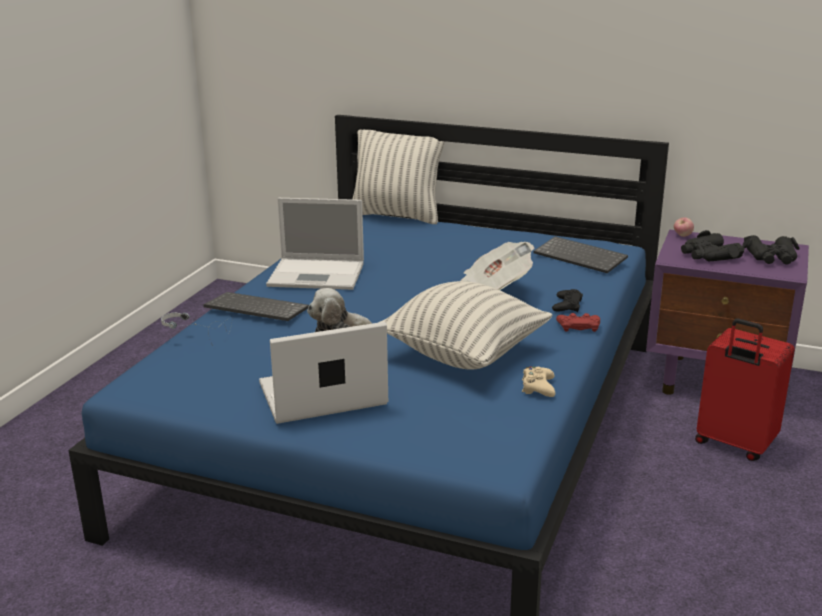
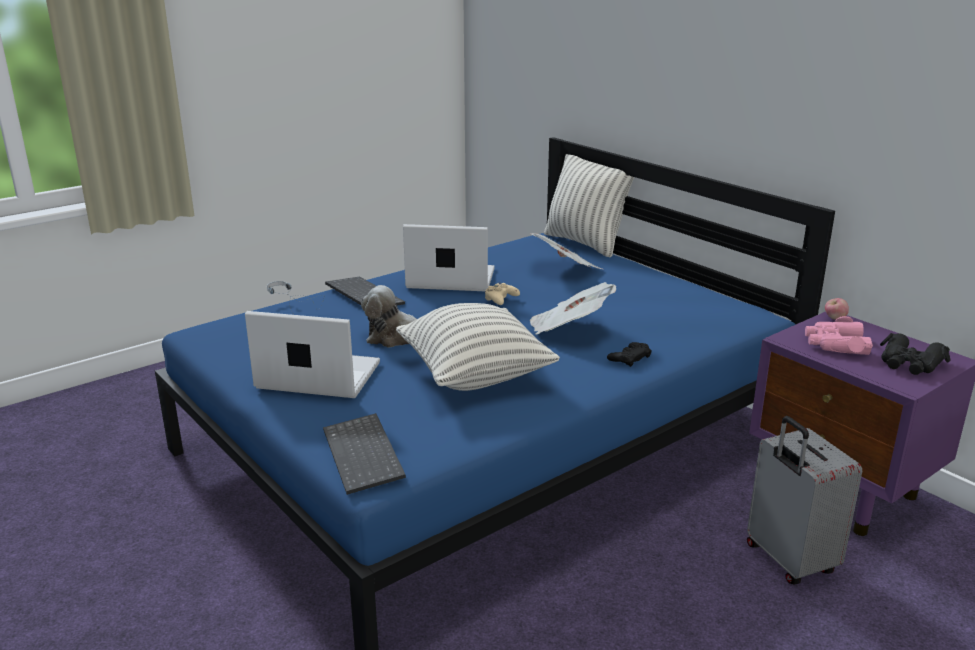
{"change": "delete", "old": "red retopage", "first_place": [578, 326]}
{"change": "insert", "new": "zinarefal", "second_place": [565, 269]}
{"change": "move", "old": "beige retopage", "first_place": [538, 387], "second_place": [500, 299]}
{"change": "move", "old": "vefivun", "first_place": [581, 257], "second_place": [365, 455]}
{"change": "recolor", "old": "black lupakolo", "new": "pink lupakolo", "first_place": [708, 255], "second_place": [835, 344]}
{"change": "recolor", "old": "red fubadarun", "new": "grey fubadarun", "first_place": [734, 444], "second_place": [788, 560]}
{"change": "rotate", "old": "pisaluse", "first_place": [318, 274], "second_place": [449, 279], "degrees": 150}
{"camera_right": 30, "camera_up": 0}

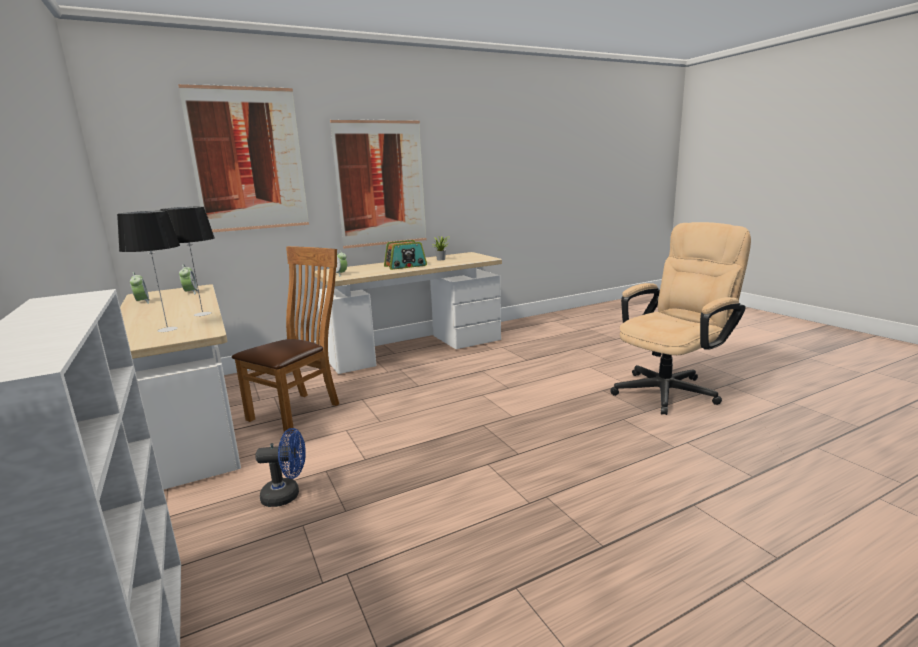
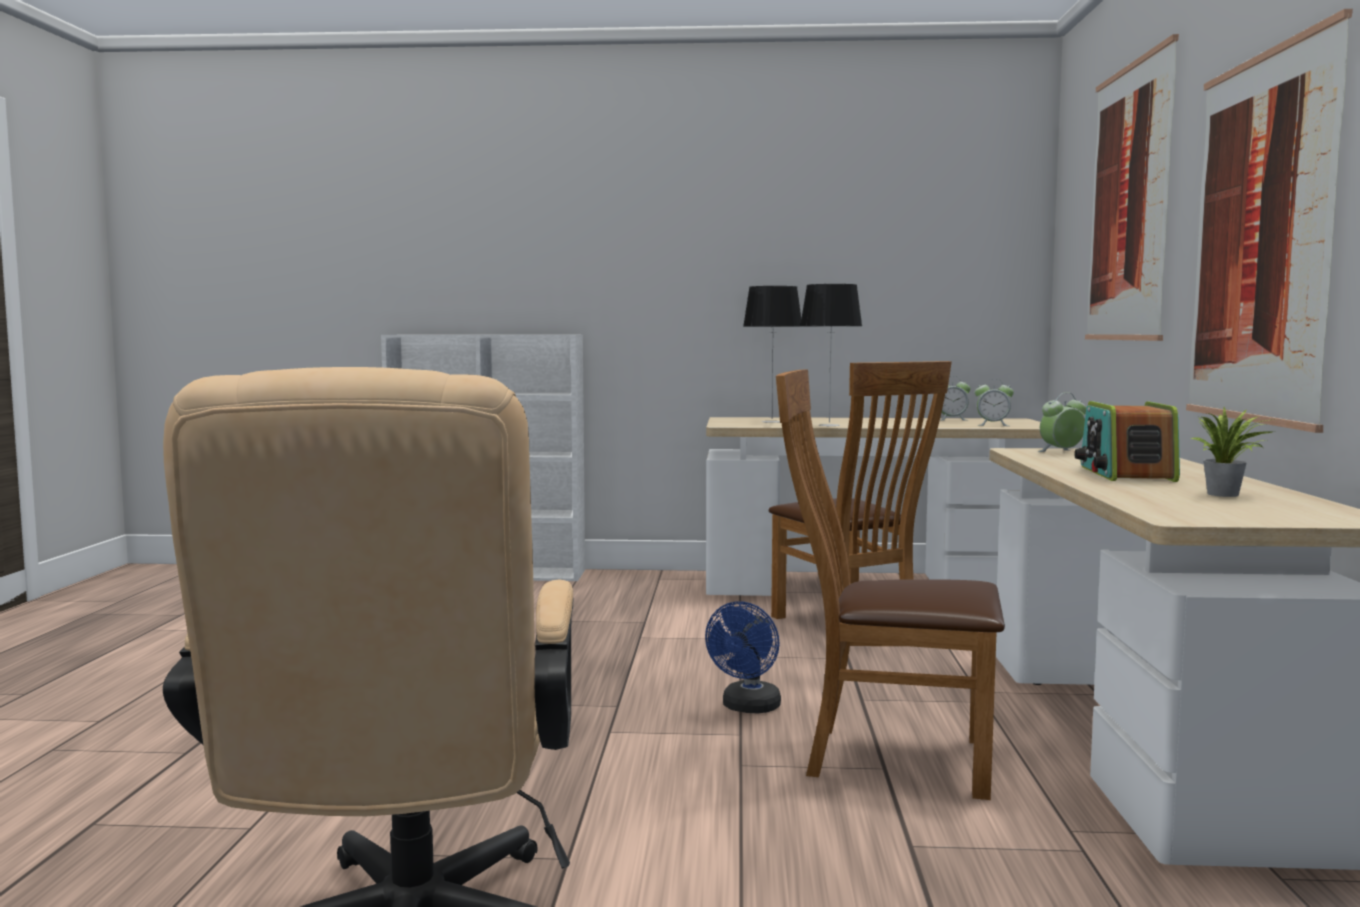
{"change": "insert", "new": "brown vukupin", "second_place": [885, 757]}
{"change": "move", "old": "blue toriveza", "first_place": [287, 495], "second_place": [748, 708]}
{"camera_right": 120, "camera_up": -10}

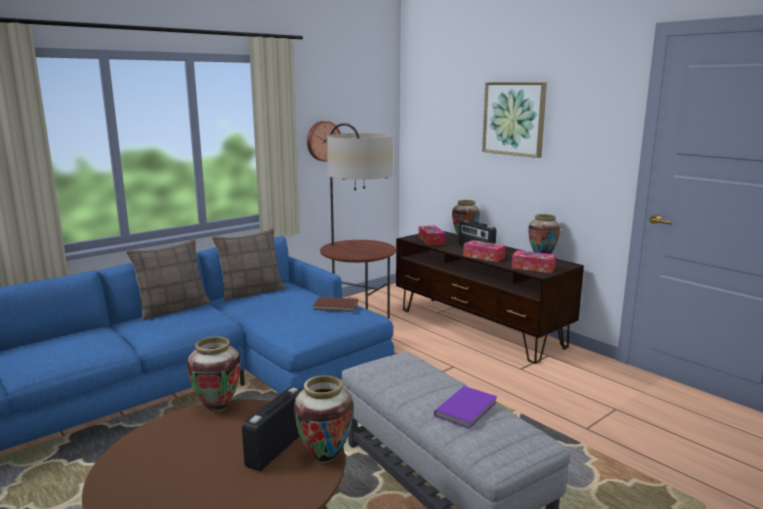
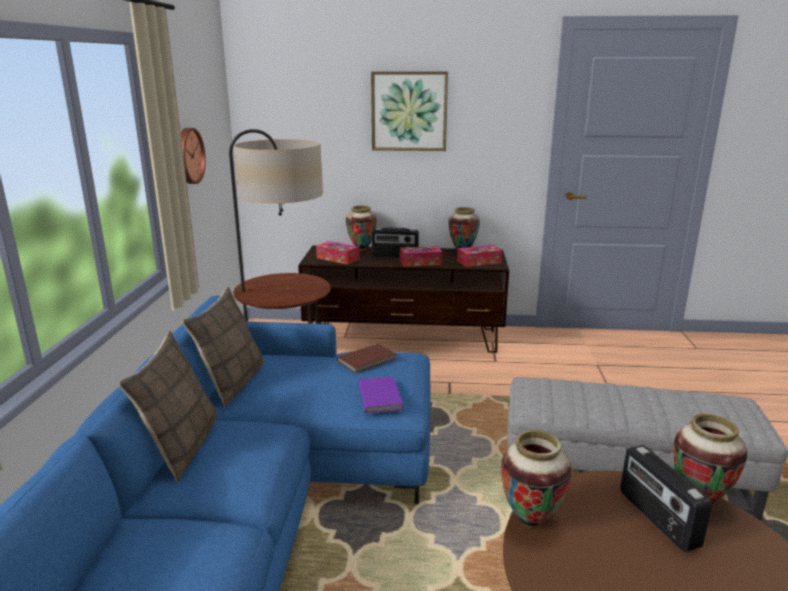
{"change": "move", "old": "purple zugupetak", "first_place": [467, 409], "second_place": [381, 396]}
{"camera_right": -45, "camera_up": 5}

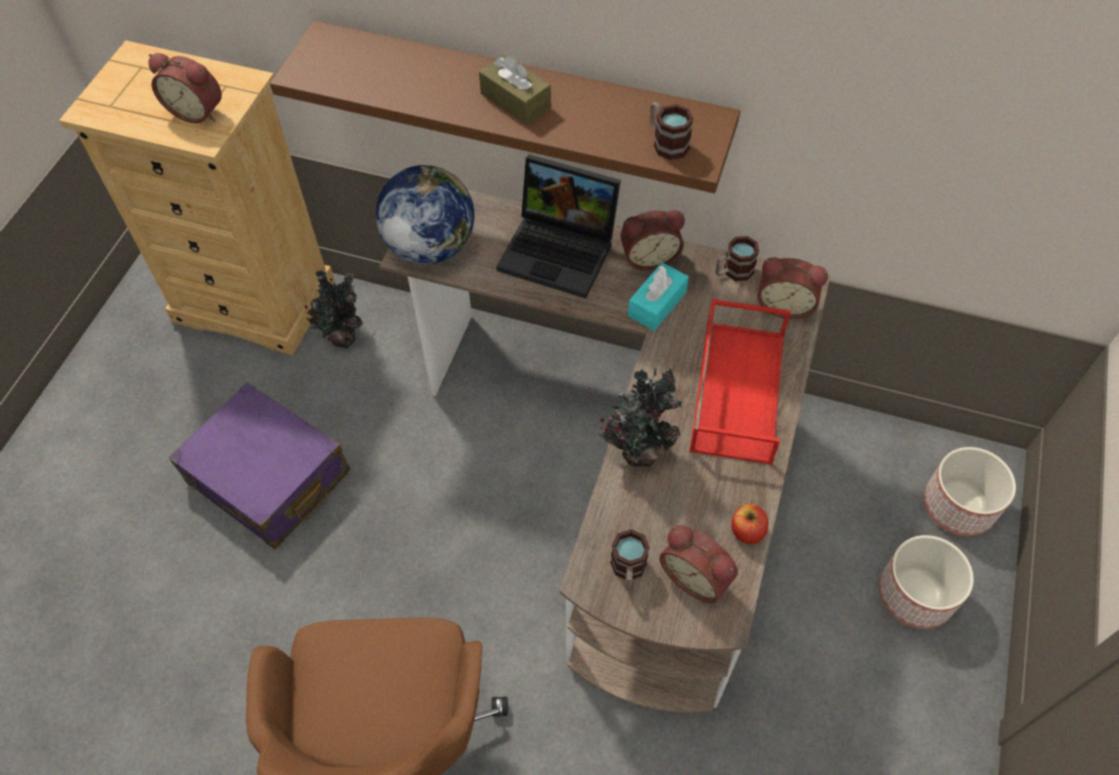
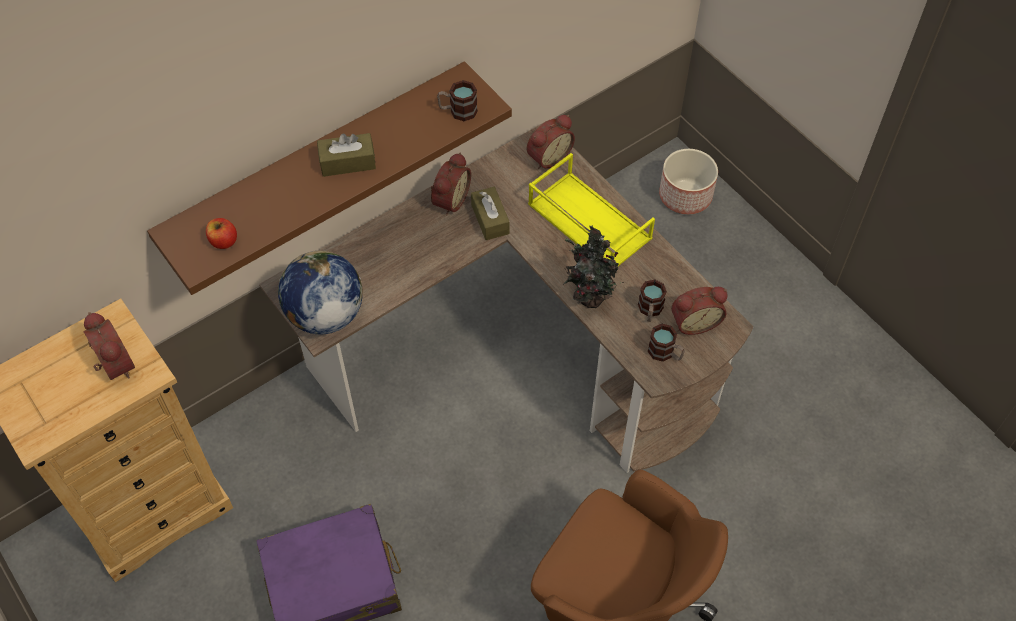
{"change": "delete", "old": "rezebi", "first_place": [343, 336]}
{"change": "delete", "old": "pisaluse", "first_place": [561, 250]}
{"change": "delete", "old": "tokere", "first_place": [916, 595]}
{"change": "move", "old": "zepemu", "first_place": [733, 272], "second_place": [650, 311]}
{"change": "move", "old": "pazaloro", "first_place": [747, 531], "second_place": [223, 241]}
{"change": "recolor", "old": "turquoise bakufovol", "new": "brown bakufovol", "first_place": [657, 304], "second_place": [490, 219]}
{"change": "recolor", "old": "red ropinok", "new": "yellow ropinok", "first_place": [736, 389], "second_place": [587, 221]}
{"change": "rotate", "old": "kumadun", "first_place": [198, 110], "second_place": [113, 365], "degrees": -90}
{"camera_right": -55, "camera_up": 0}

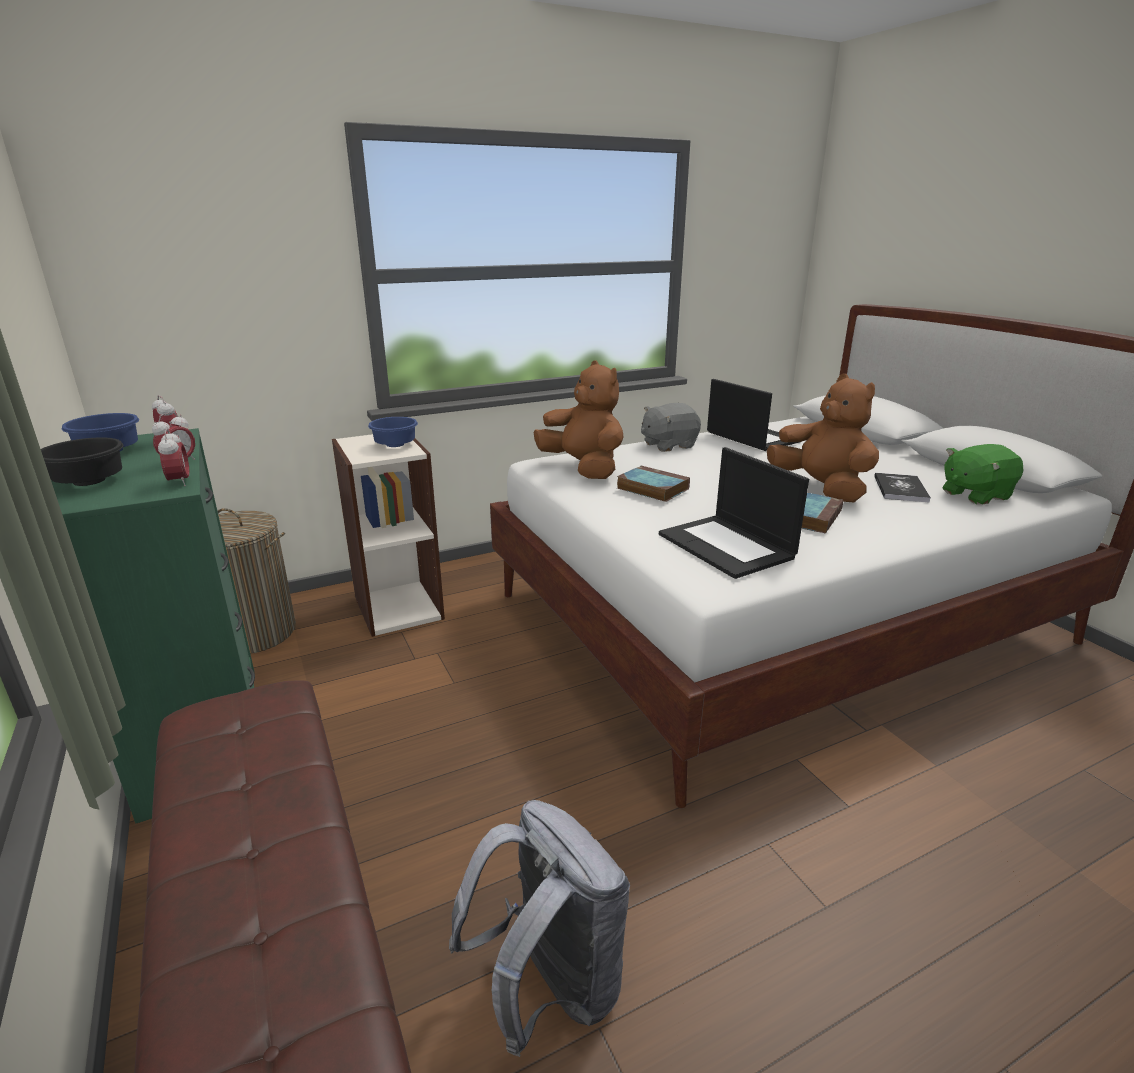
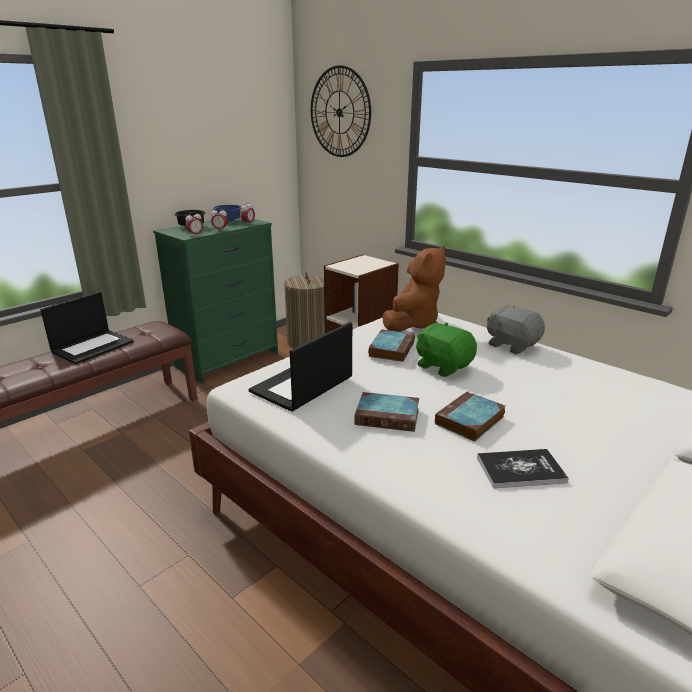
{"change": "delete", "old": "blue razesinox", "first_place": [397, 445]}
{"change": "delete", "old": "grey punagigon", "first_place": [549, 987]}
{"change": "insert", "new": "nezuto", "second_place": [339, 112]}
{"change": "move", "old": "pisaluse", "first_place": [751, 437], "second_place": [93, 346]}
{"change": "move", "old": "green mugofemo", "first_place": [975, 495], "second_place": [443, 366]}
{"change": "replace", "old": "brown mugofemo", "new": "zugupetak", "first_place": [821, 489], "second_place": [469, 421]}
{"camera_right": 70, "camera_up": 0}

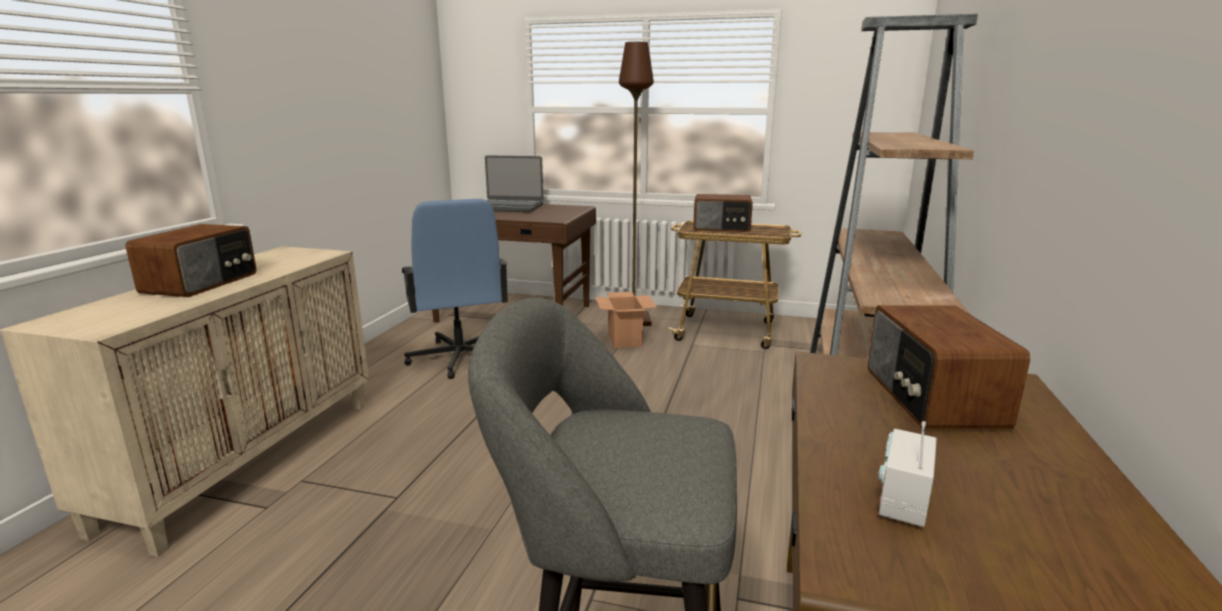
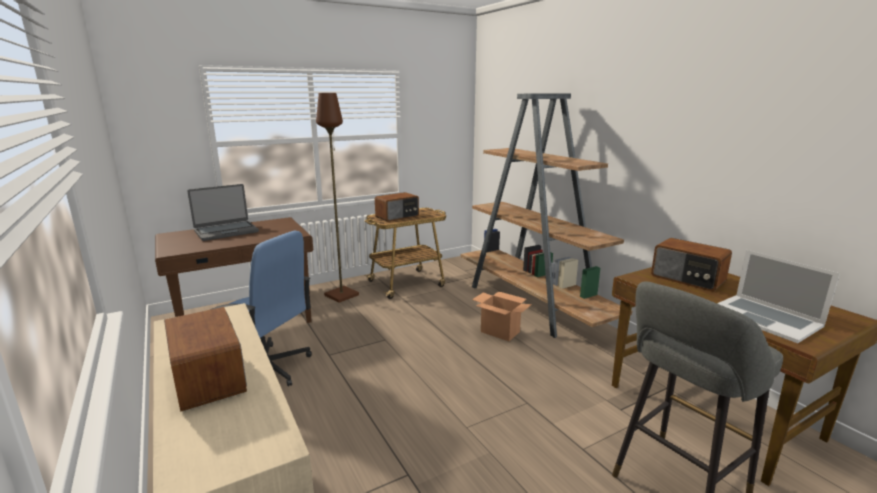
{"change": "move", "old": "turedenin", "first_place": [624, 340], "second_place": [499, 332]}
{"change": "replace", "old": "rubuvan", "new": "pisaluse", "first_place": [902, 502], "second_place": [764, 318]}
{"camera_right": -45, "camera_up": 0}

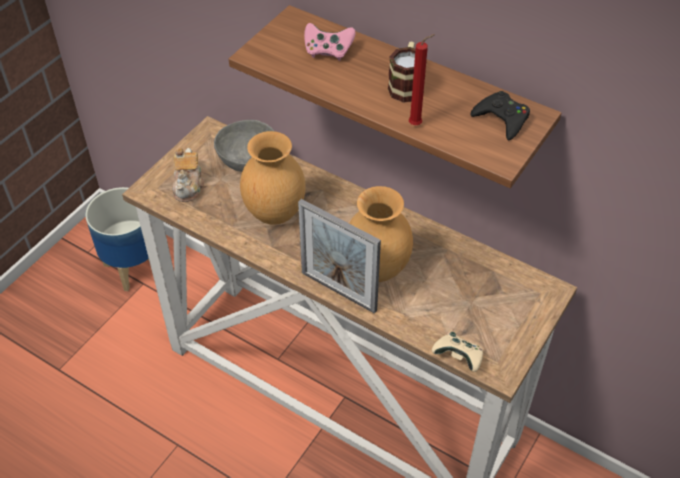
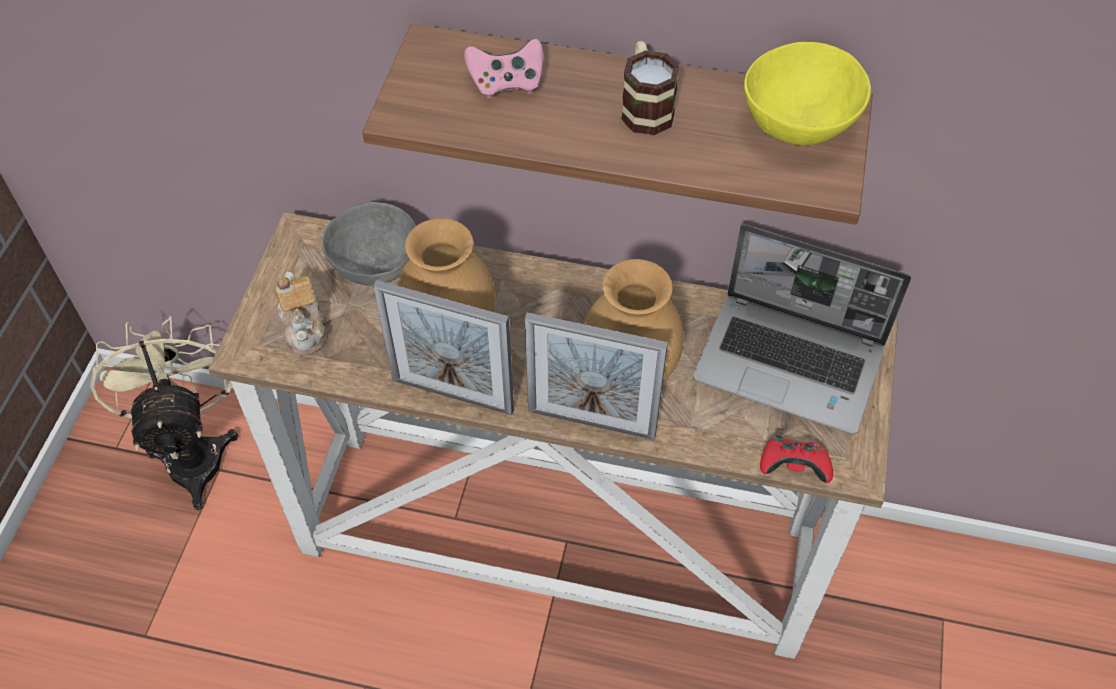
{"change": "delete", "old": "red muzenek", "first_place": [417, 124]}
{"change": "insert", "new": "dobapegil", "second_place": [452, 395]}
{"change": "insert", "new": "pisaluse", "second_place": [791, 363]}
{"change": "replace", "old": "tokere", "new": "beige toriveza", "first_place": [133, 267], "second_place": [194, 451]}
{"change": "replace", "old": "black retopage", "new": "yellow razesinox", "first_place": [502, 119], "second_place": [801, 125]}
{"change": "recolor", "old": "beige retopage", "new": "red retopage", "first_place": [458, 358], "second_place": [793, 468]}
{"camera_right": -20, "camera_up": 5}

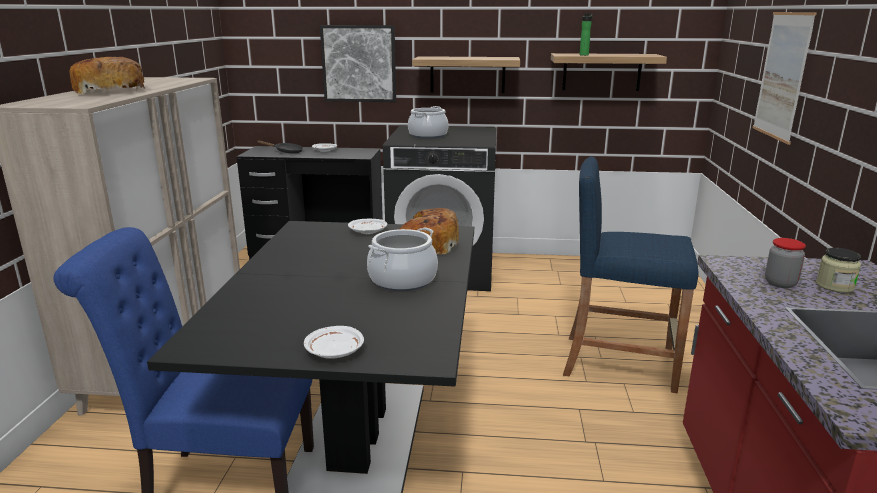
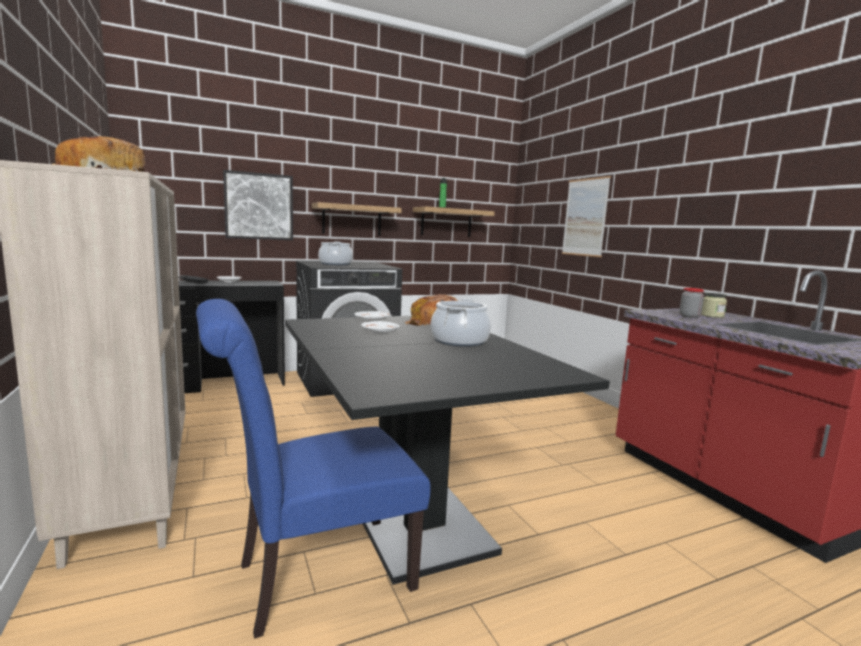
{"change": "delete", "old": "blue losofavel", "first_place": [619, 362]}
{"change": "move", "old": "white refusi", "first_place": [334, 351], "second_place": [380, 333]}
{"camera_right": -30, "camera_up": -10}

